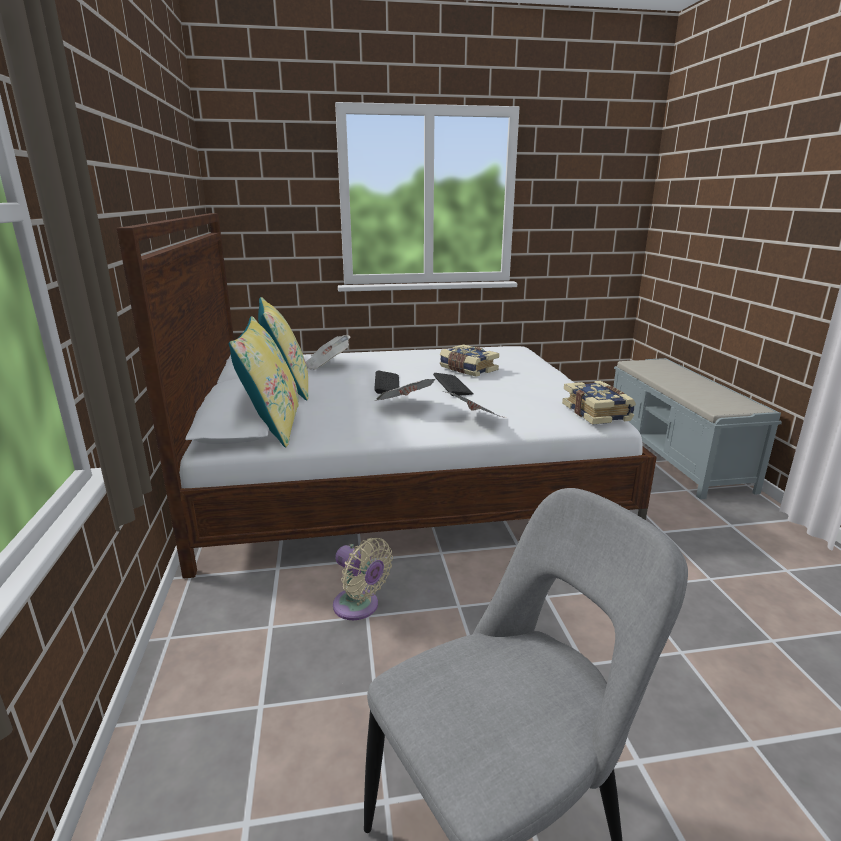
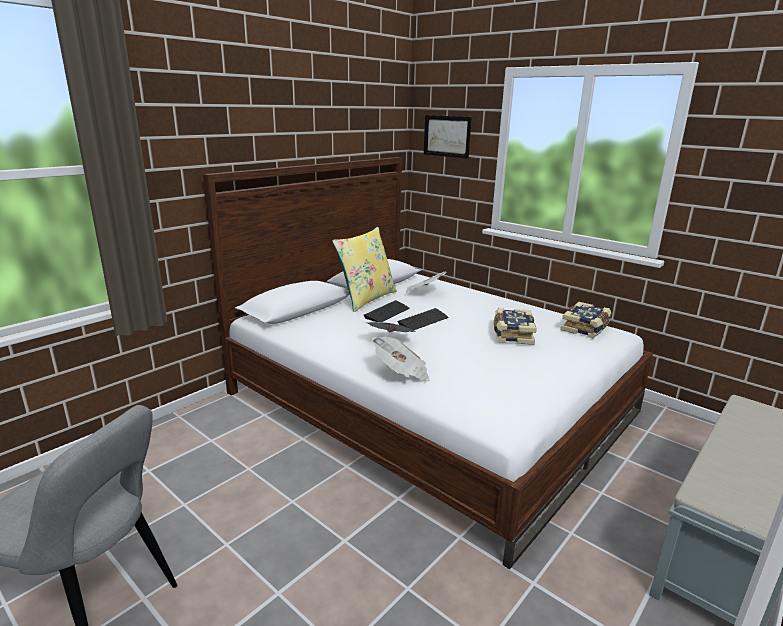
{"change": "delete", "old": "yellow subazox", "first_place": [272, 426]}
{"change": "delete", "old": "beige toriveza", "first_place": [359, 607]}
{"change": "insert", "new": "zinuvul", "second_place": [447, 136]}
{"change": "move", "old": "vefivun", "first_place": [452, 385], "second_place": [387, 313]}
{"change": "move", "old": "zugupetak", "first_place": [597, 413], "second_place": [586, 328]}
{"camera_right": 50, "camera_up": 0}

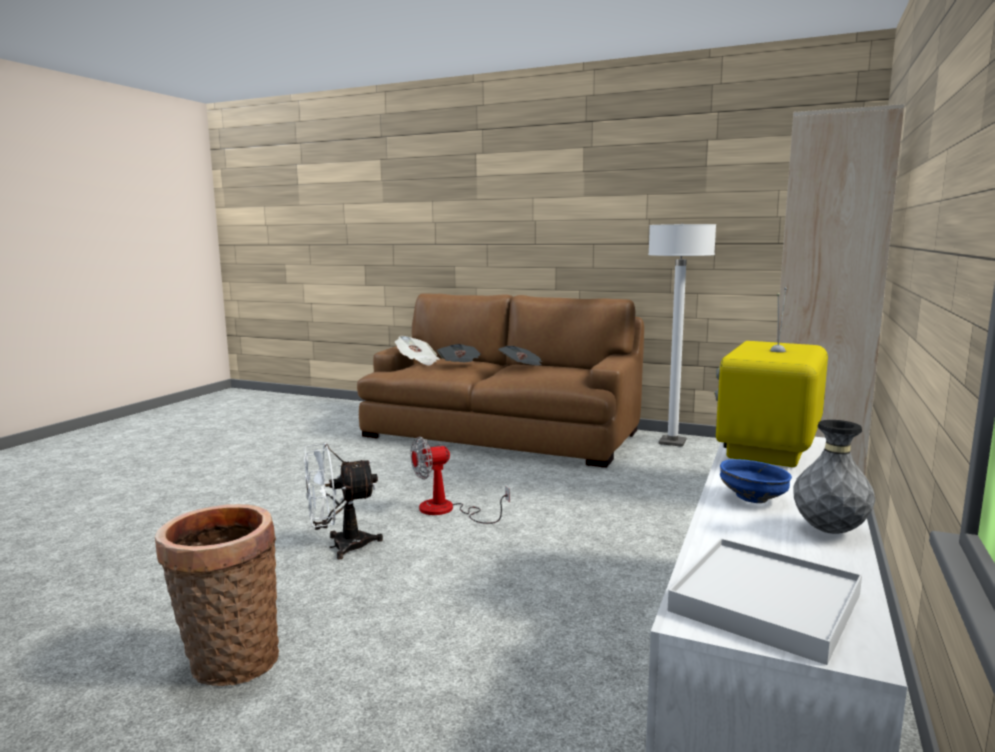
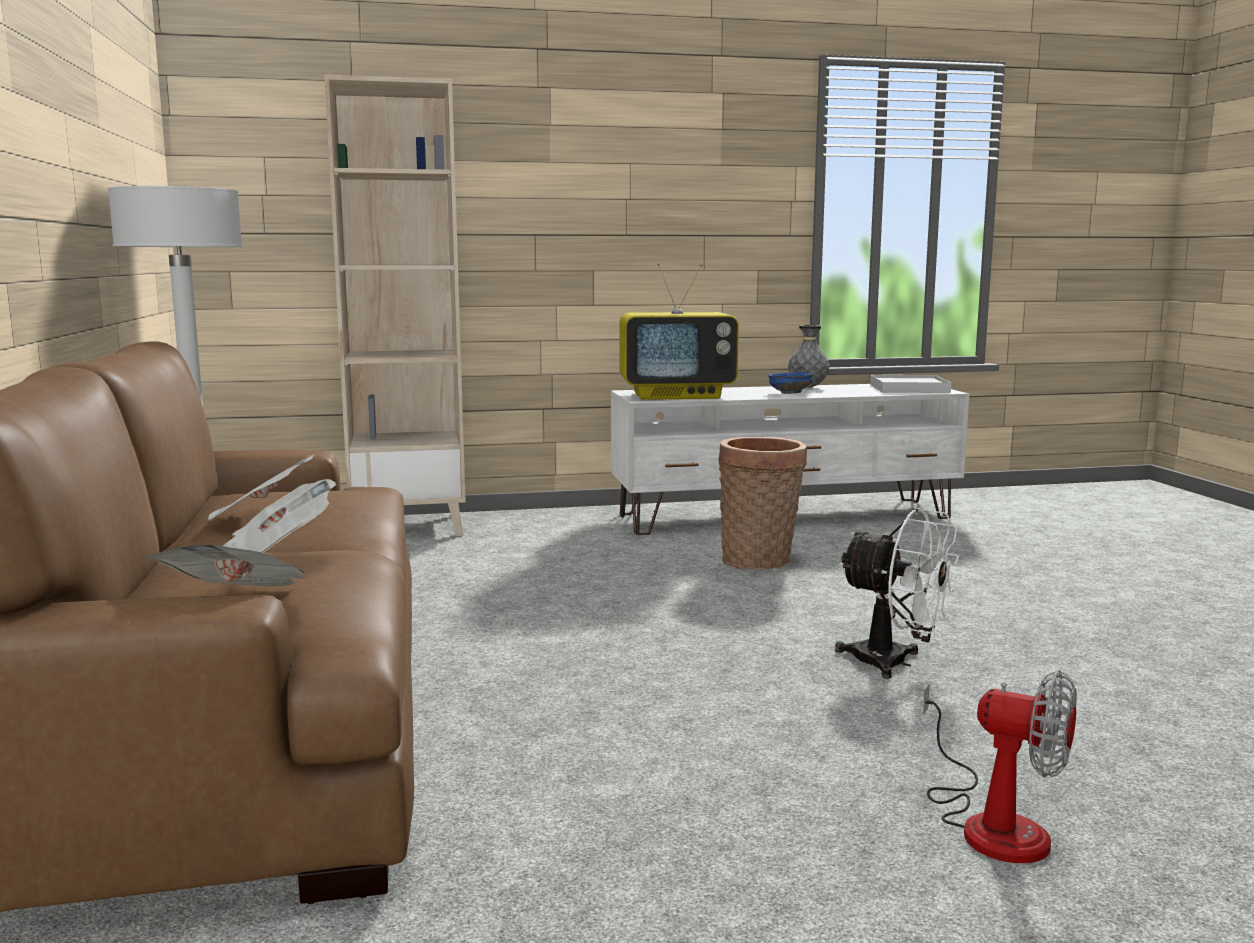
{"change": "move", "old": "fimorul", "first_place": [228, 662], "second_place": [760, 561]}
{"change": "move", "old": "toriveza", "first_place": [447, 510], "second_place": [991, 823]}
{"camera_right": -125, "camera_up": 0}

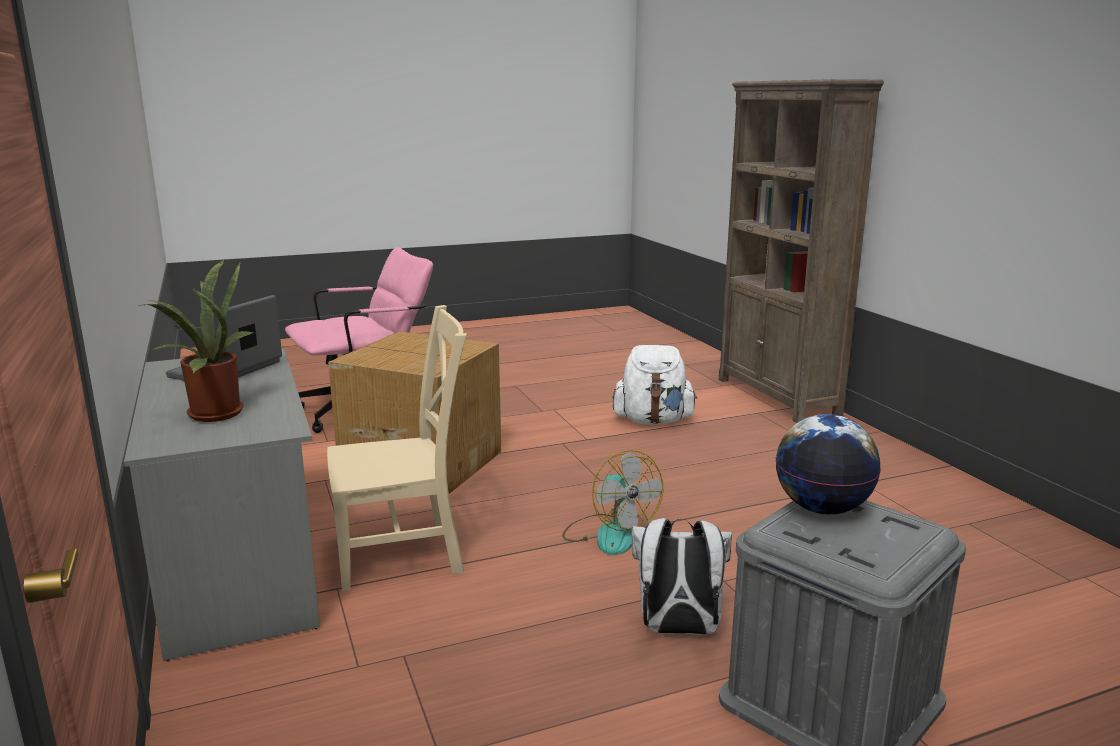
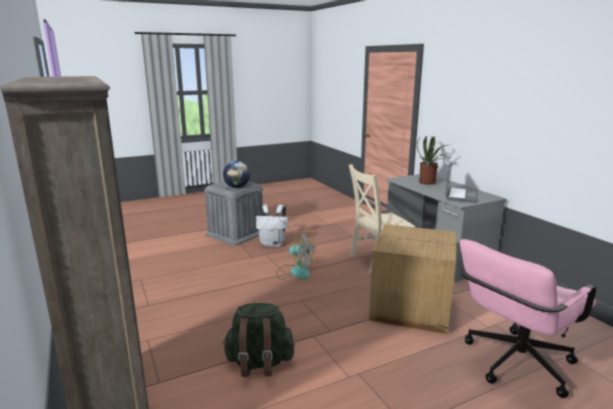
{"change": "recolor", "old": "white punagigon", "new": "green punagigon", "first_place": [653, 420], "second_place": [259, 363]}
{"change": "rotate", "old": "toriveza", "first_place": [609, 533], "second_place": [295, 272], "degrees": 150}
{"camera_right": 175, "camera_up": 0}

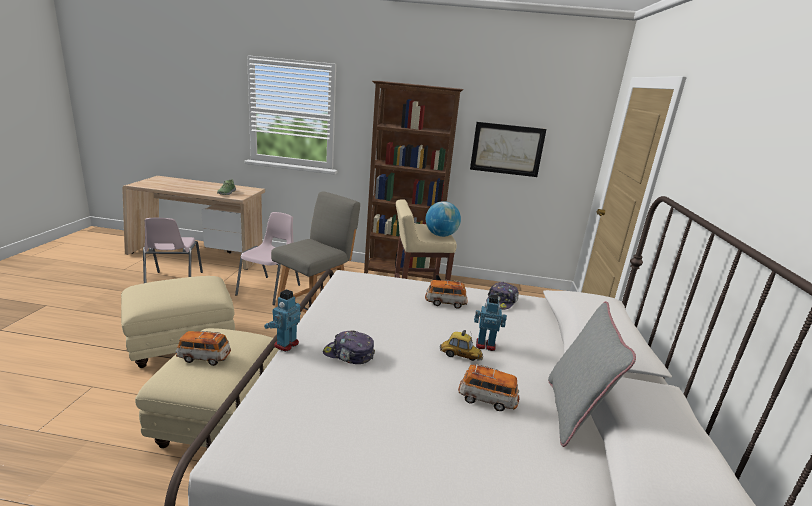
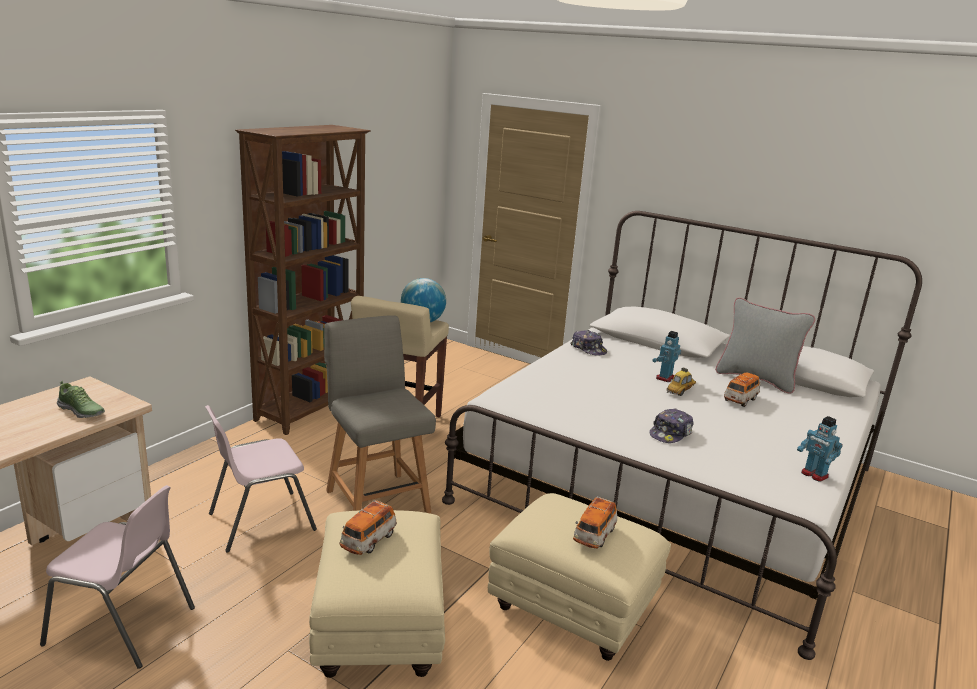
{"change": "delete", "old": "zinuvul", "first_place": [507, 149]}
{"change": "move", "old": "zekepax", "first_place": [286, 344], "second_place": [814, 475]}
{"change": "move", "old": "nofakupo", "first_place": [445, 303], "second_place": [368, 541]}
{"change": "rotate", "old": "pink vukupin", "first_place": [270, 290], "second_place": [260, 521], "degrees": -75}
{"camera_right": -65, "camera_up": 0}

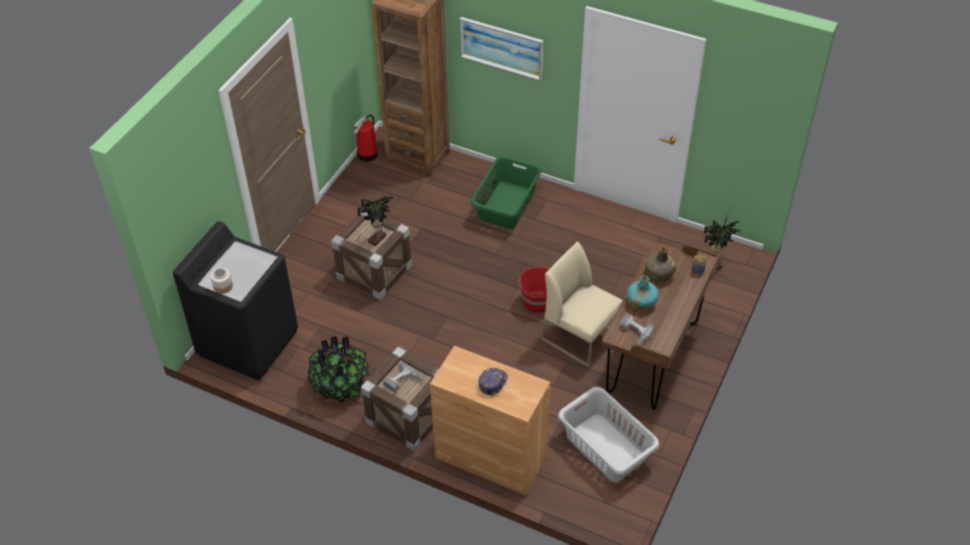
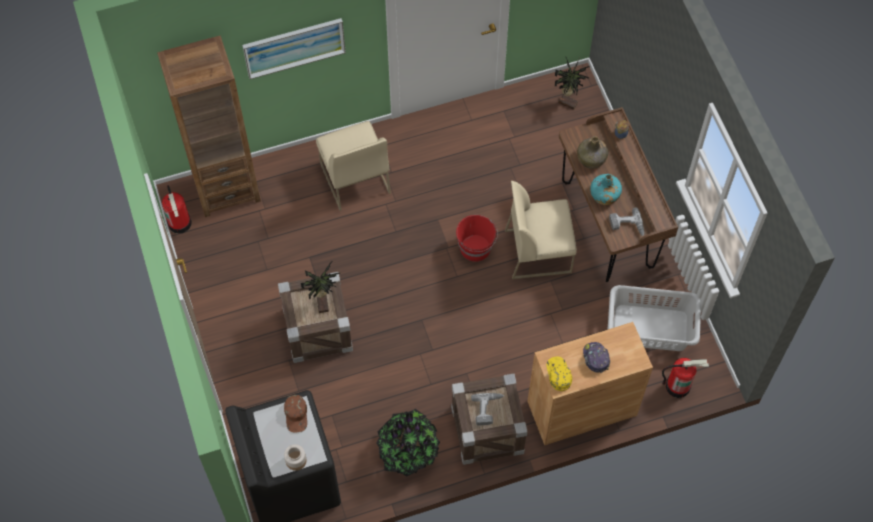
{"change": "insert", "new": "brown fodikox", "second_place": [296, 415]}
{"change": "insert", "new": "yellow fodikox", "second_place": [558, 374]}
{"change": "insert", "new": "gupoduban", "second_place": [678, 385]}
{"change": "replace", "old": "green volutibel", "new": "beige vukupin", "first_place": [506, 205], "second_place": [354, 178]}
{"camera_right": -45, "camera_up": 15}

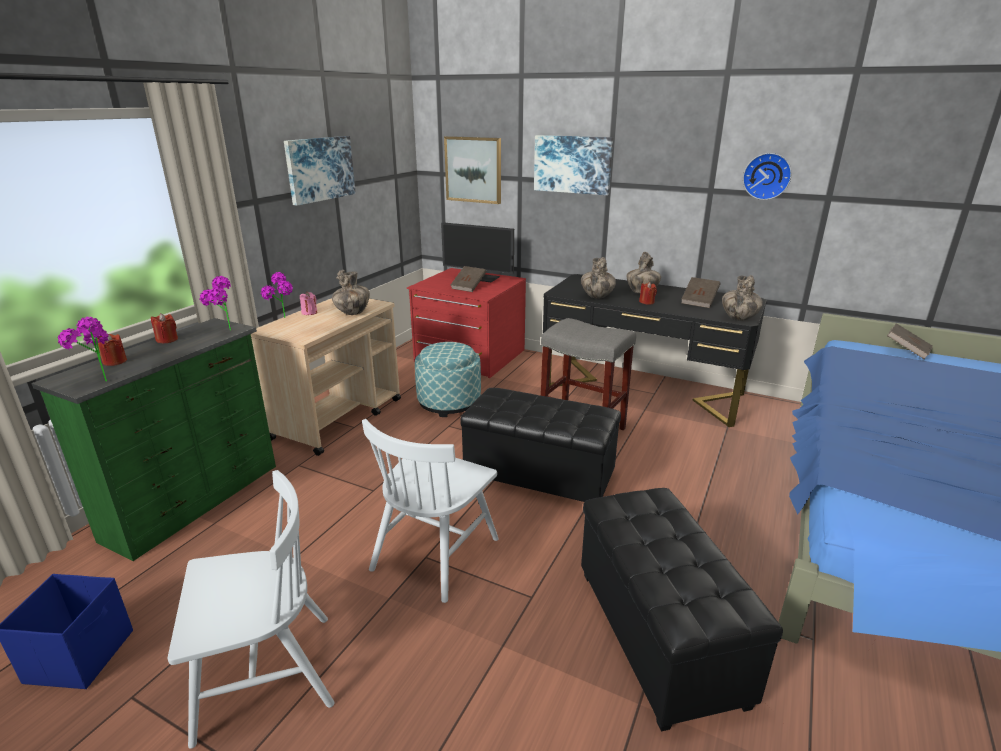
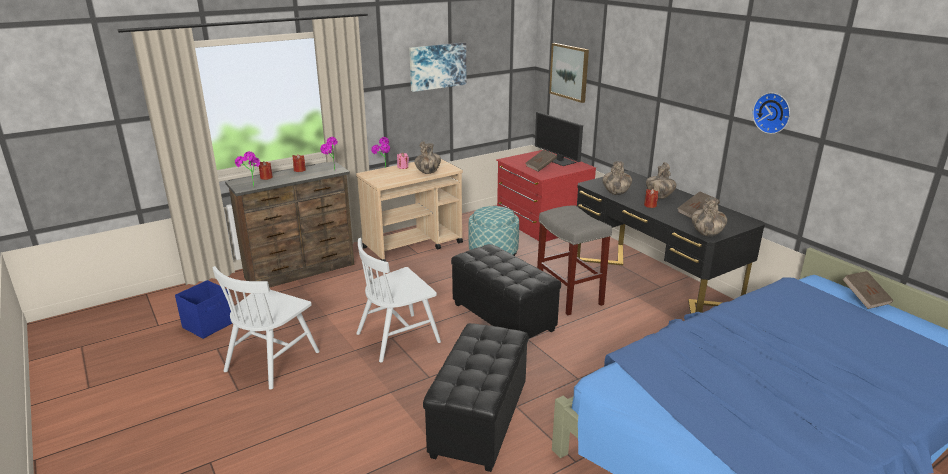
{"change": "delete", "old": "zinuvul", "first_place": [572, 164]}
{"change": "recolor", "old": "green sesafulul", "new": "brown sesafulul", "first_place": [197, 501], "second_place": [301, 271]}
{"change": "rotate", "old": "white vukupin", "first_place": [264, 676], "second_place": [272, 361], "degrees": 105}
{"camera_right": 30, "camera_up": 0}

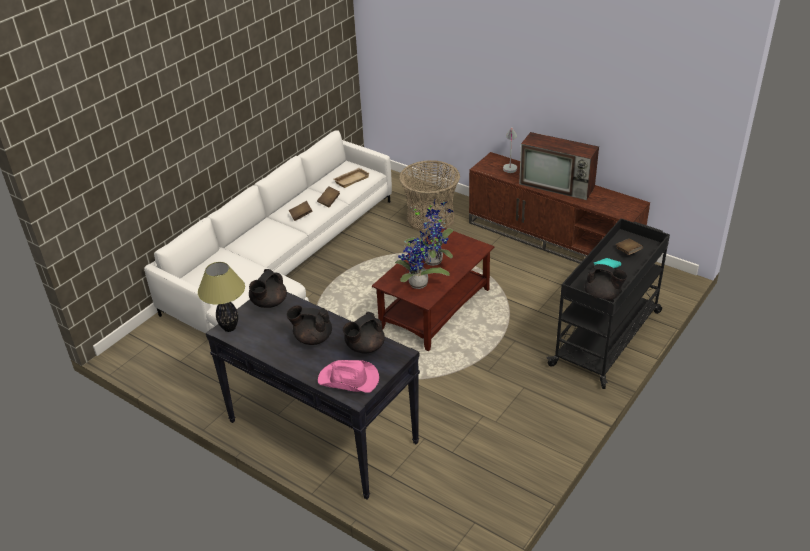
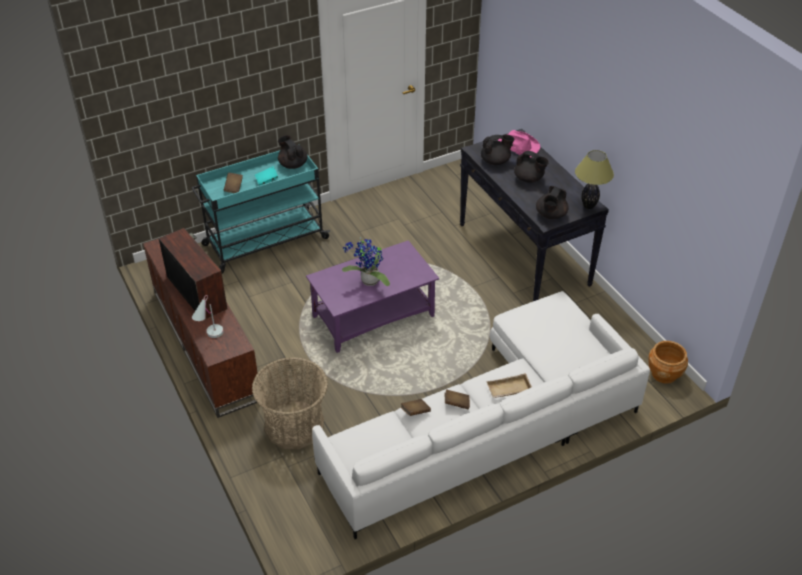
{"change": "delete", "old": "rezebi", "first_place": [418, 285]}
{"change": "insert", "new": "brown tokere", "second_place": [664, 374]}
{"change": "move", "old": "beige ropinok", "first_place": [351, 179], "second_place": [508, 390]}
{"change": "recolor", "old": "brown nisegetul", "new": "purple nisegetul", "first_place": [435, 308], "second_place": [372, 317]}
{"change": "recolor", "old": "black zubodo", "new": "turquoise zubodo", "first_place": [607, 337], "second_place": [264, 242]}
{"change": "rotate", "old": "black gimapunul", "first_place": [268, 303], "second_place": [550, 215], "degrees": 150}
{"camera_right": -155, "camera_up": 5}

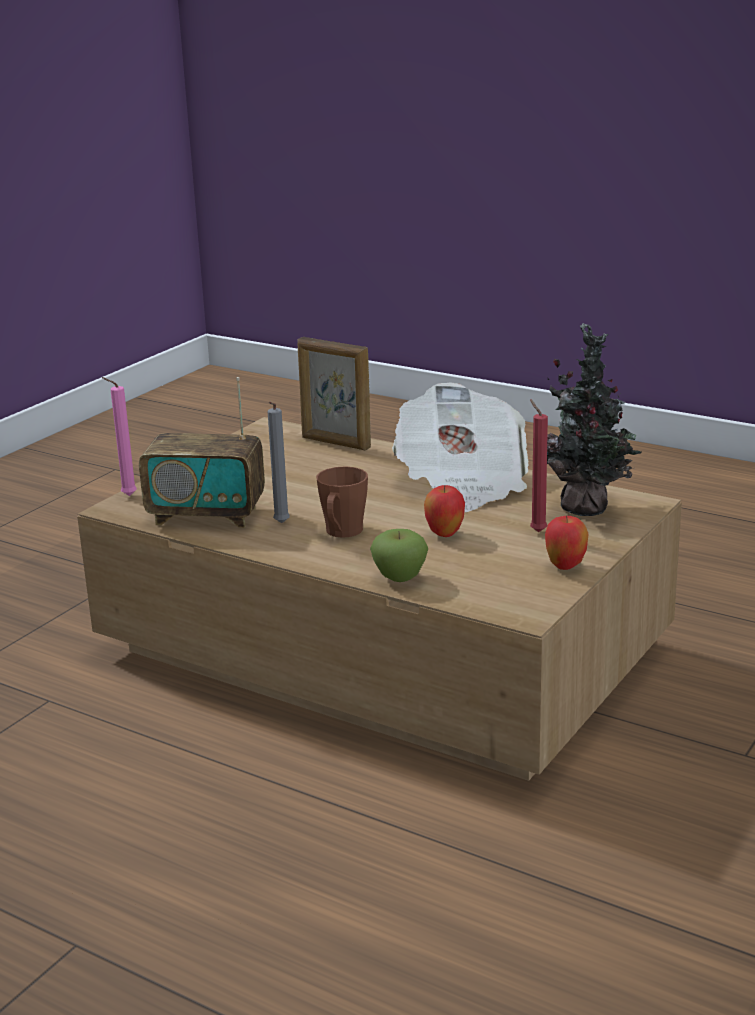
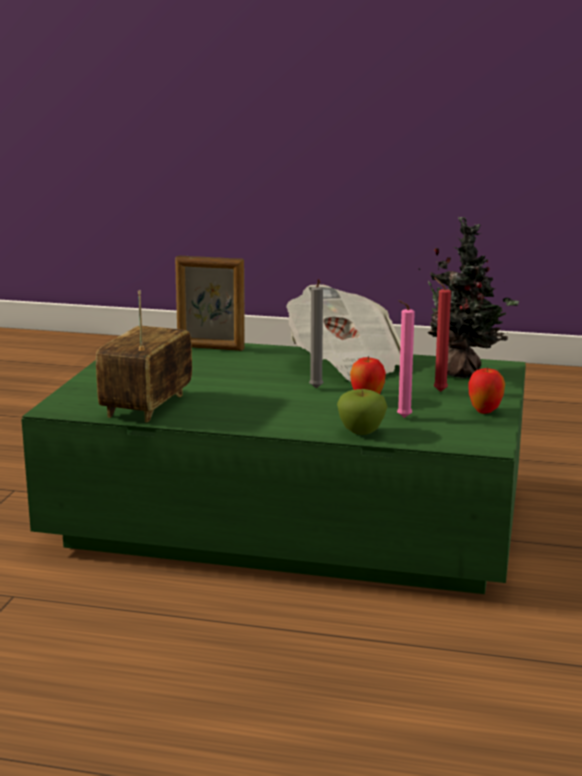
{"change": "delete", "old": "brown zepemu", "first_place": [342, 533]}
{"change": "move", "old": "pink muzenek", "first_place": [126, 496], "second_place": [402, 418]}
{"change": "move", "old": "grey muzenek", "first_place": [280, 524], "second_place": [316, 389]}
{"change": "recolor", "old": "brown nisegetul", "new": "green nisegetul", "first_place": [384, 649], "second_place": [292, 517]}
{"change": "rotate", "old": "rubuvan", "first_place": [206, 515], "second_place": [147, 406], "degrees": 120}
{"camera_right": -20, "camera_up": -5}

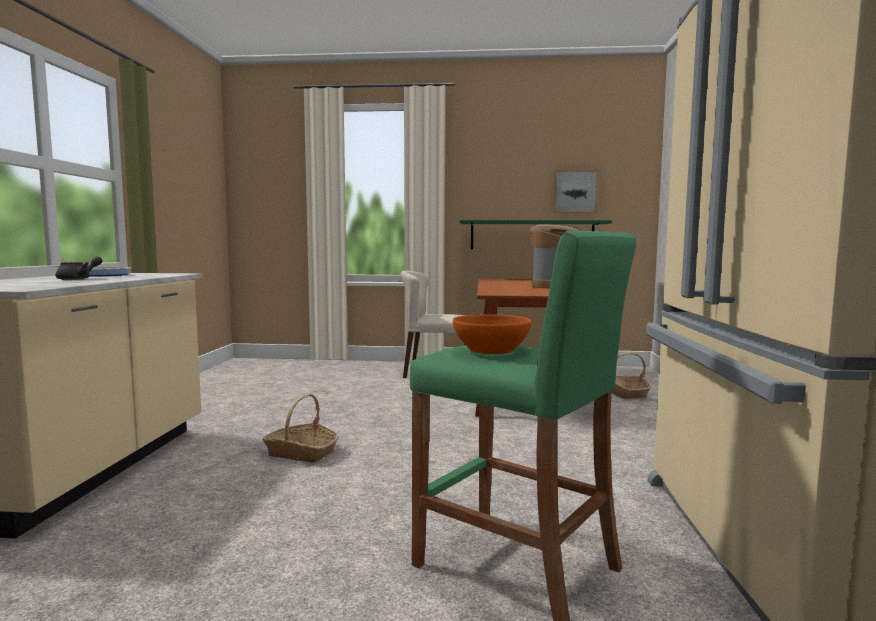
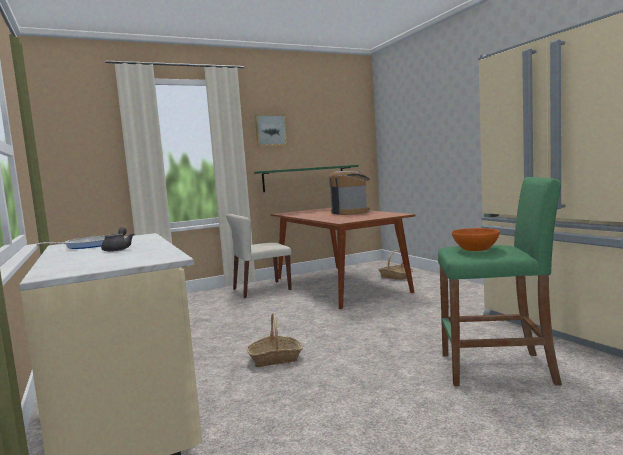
{"change": "move", "old": "zinuvul", "first_place": [575, 191], "second_place": [270, 130]}
{"camera_right": -30, "camera_up": 0}

